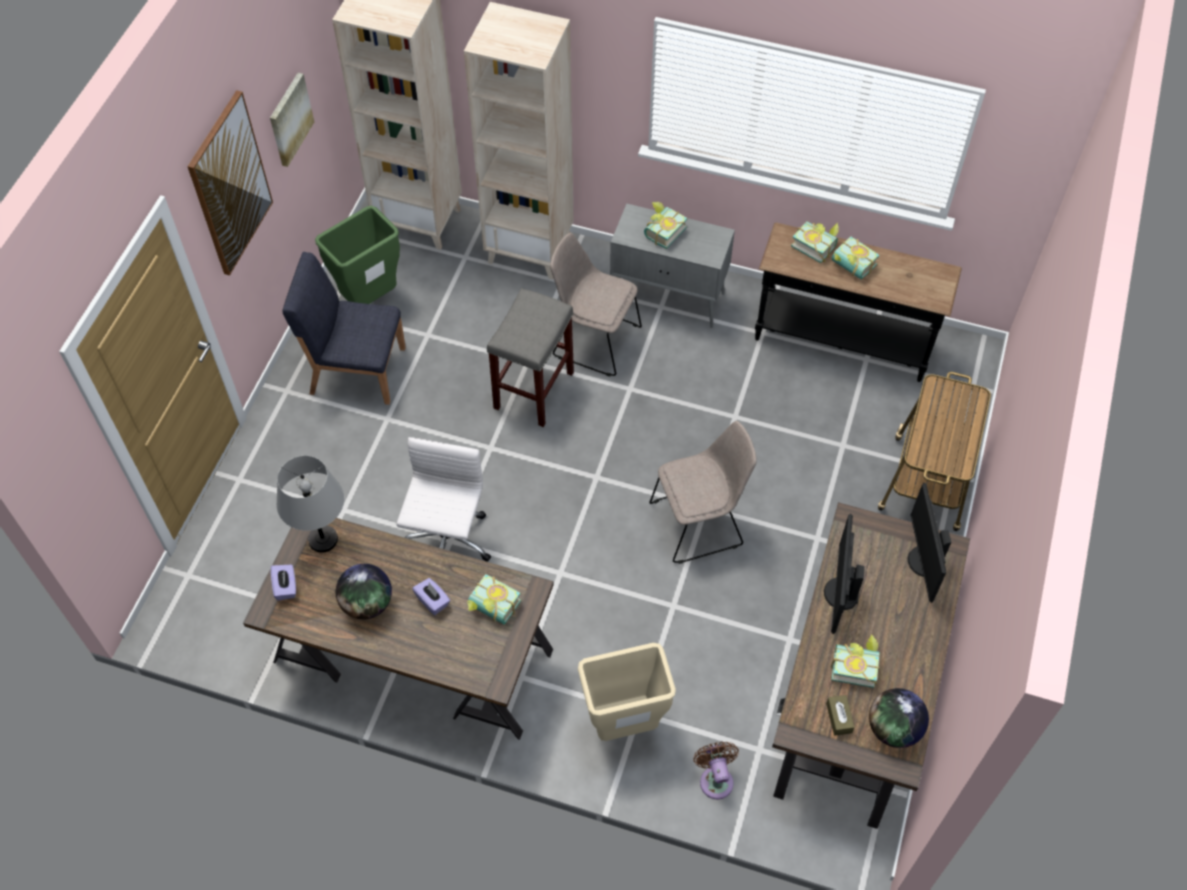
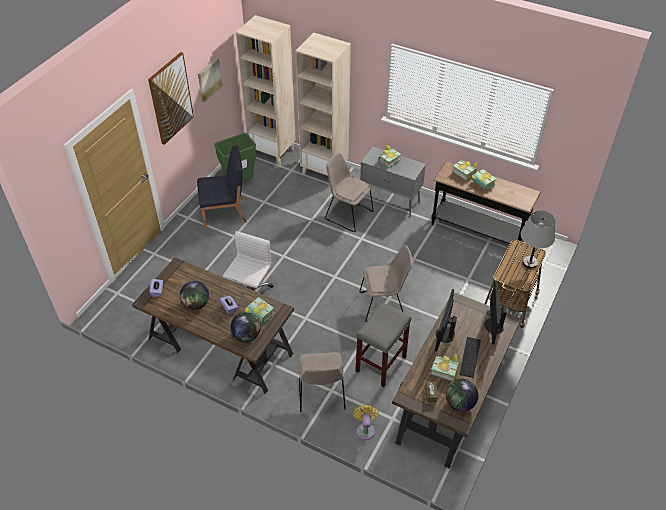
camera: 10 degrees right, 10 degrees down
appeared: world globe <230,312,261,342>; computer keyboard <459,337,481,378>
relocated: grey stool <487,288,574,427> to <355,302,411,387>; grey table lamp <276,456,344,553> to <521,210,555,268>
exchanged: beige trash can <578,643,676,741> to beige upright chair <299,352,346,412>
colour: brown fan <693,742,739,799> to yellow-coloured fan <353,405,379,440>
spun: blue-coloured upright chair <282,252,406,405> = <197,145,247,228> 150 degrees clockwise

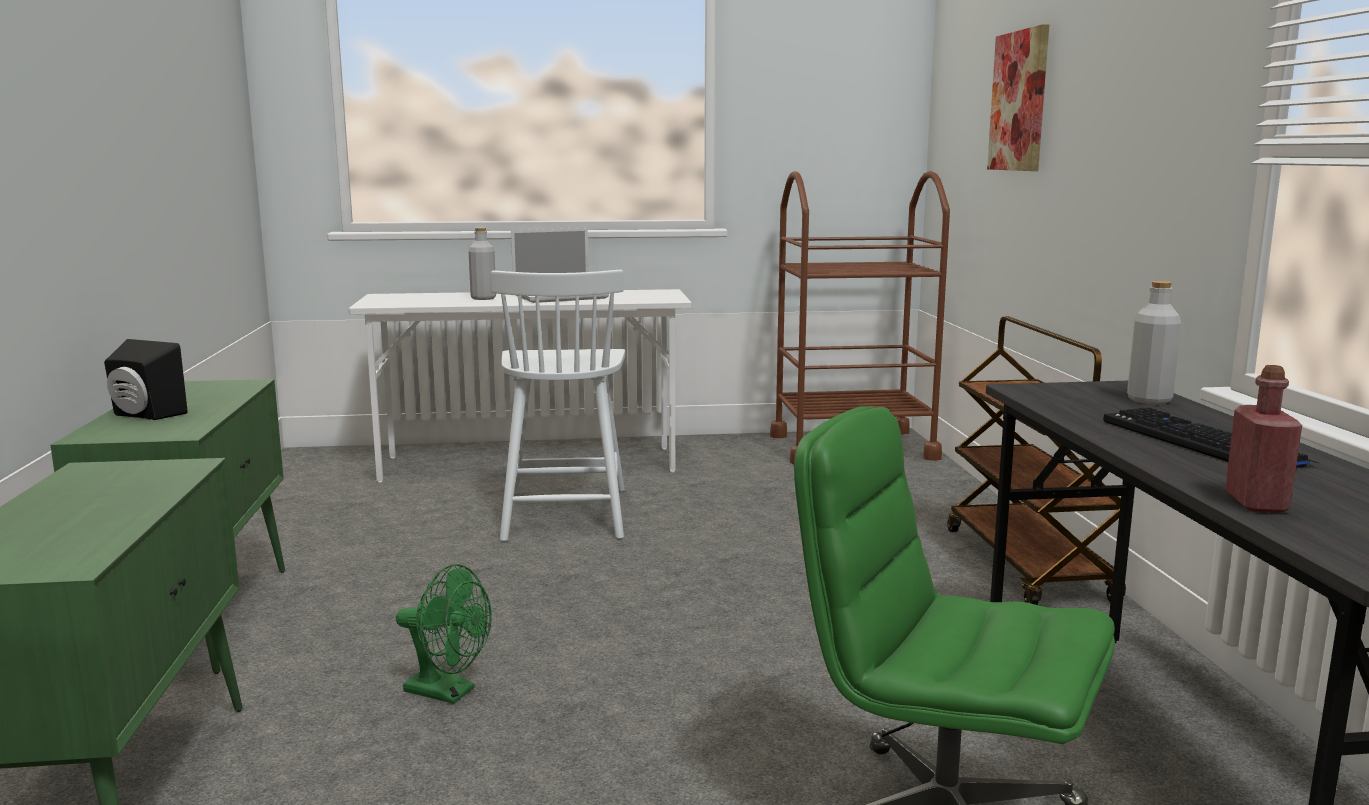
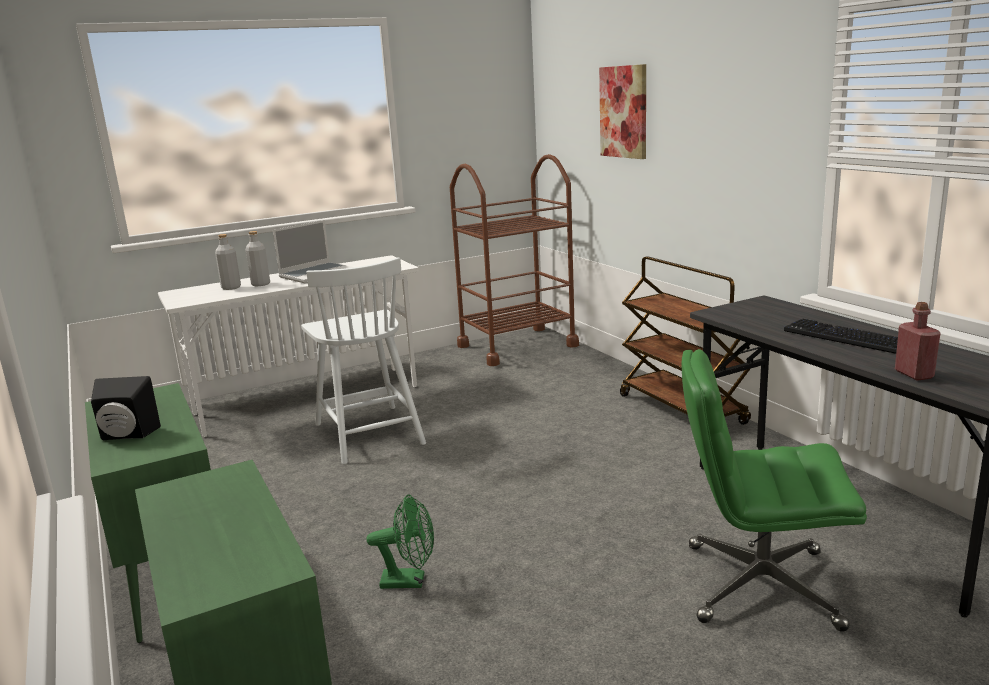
camera: 20 degrees left, 5 degrees up
relocated: grey bottle <1127,281,1181,404> to <215,234,241,290>

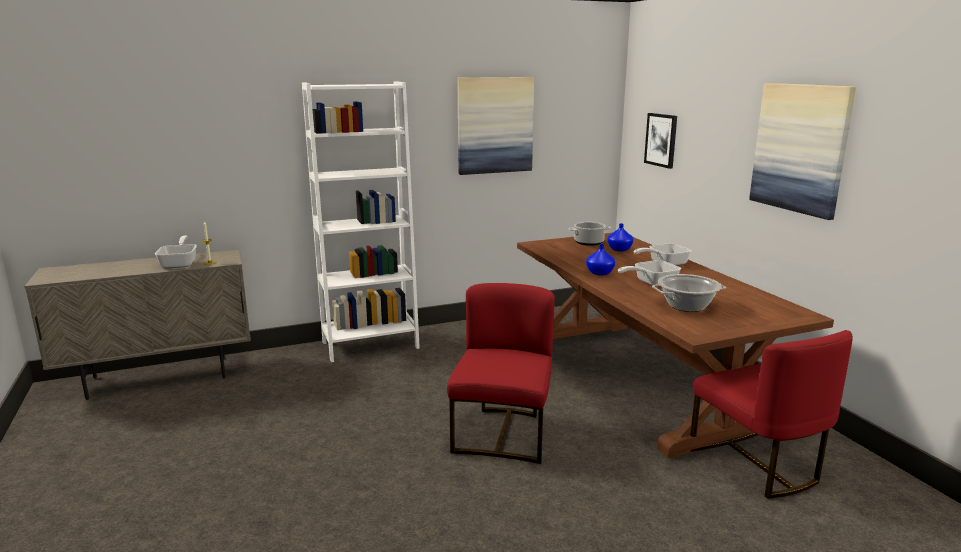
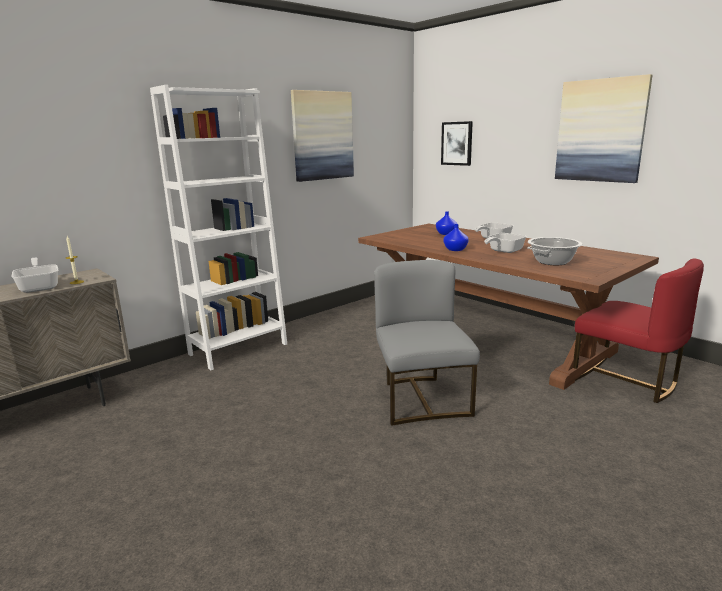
camera: 20 degrees left, 0 degrees up
missing: stockpot <568,222,611,246>
colour: reddish upright chair <447,283,555,464> to grey upright chair <374,260,480,426>

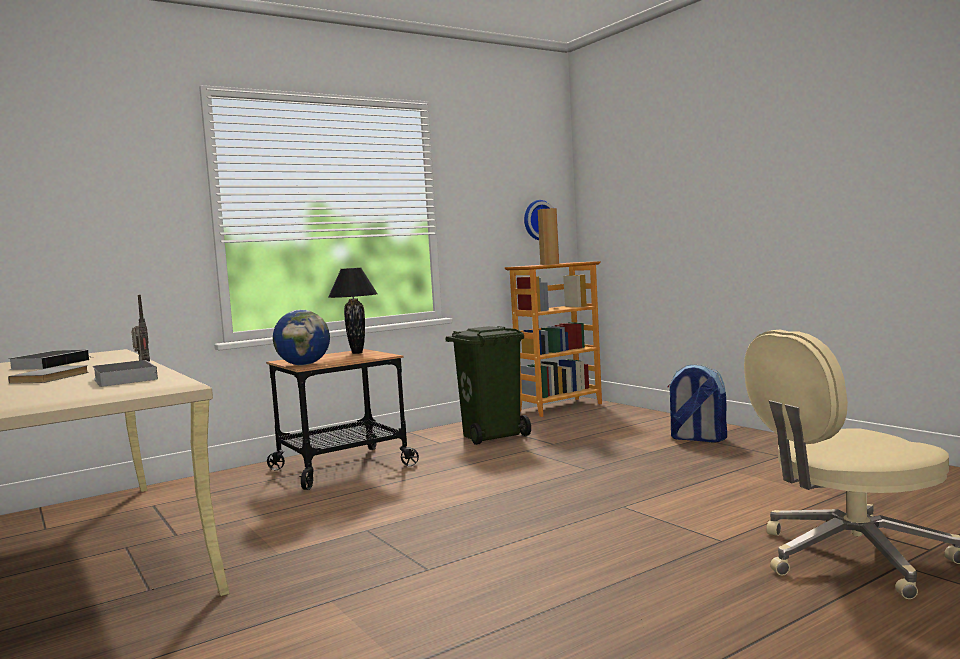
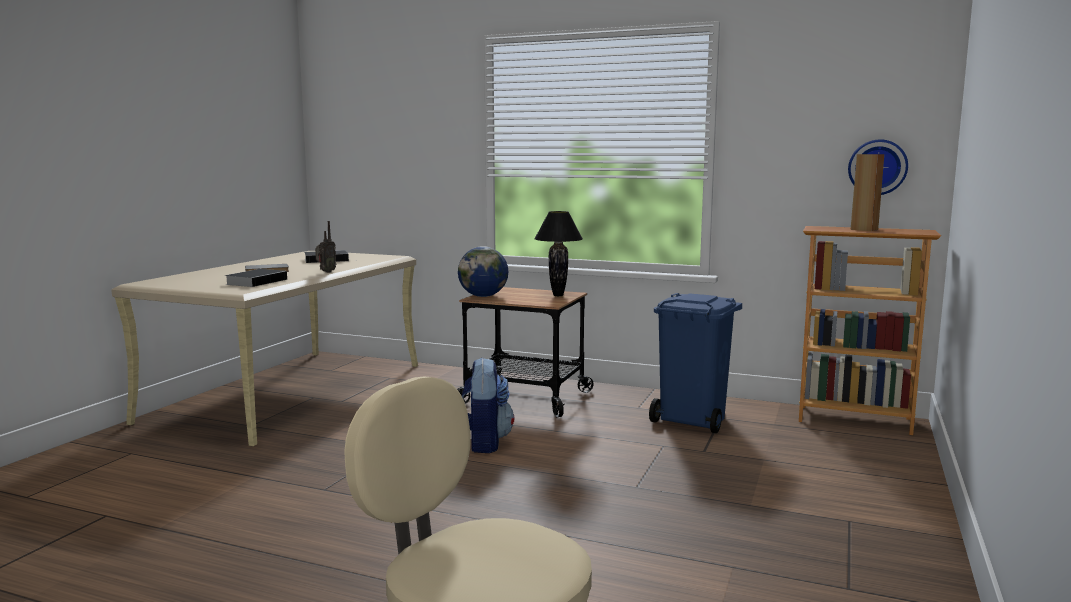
camera: 55 degrees right, 5 degrees up
relocated: backpack <668,364,727,443> to <462,358,514,453>
colour: greenish trash can <446,326,531,445> to blue-coloured trash can <649,293,742,433>

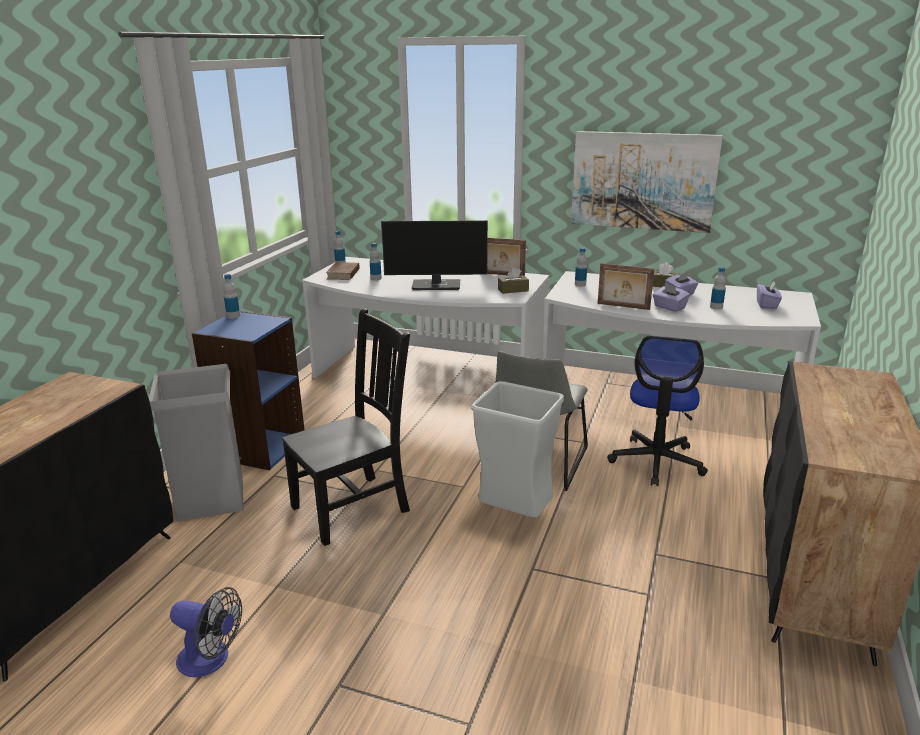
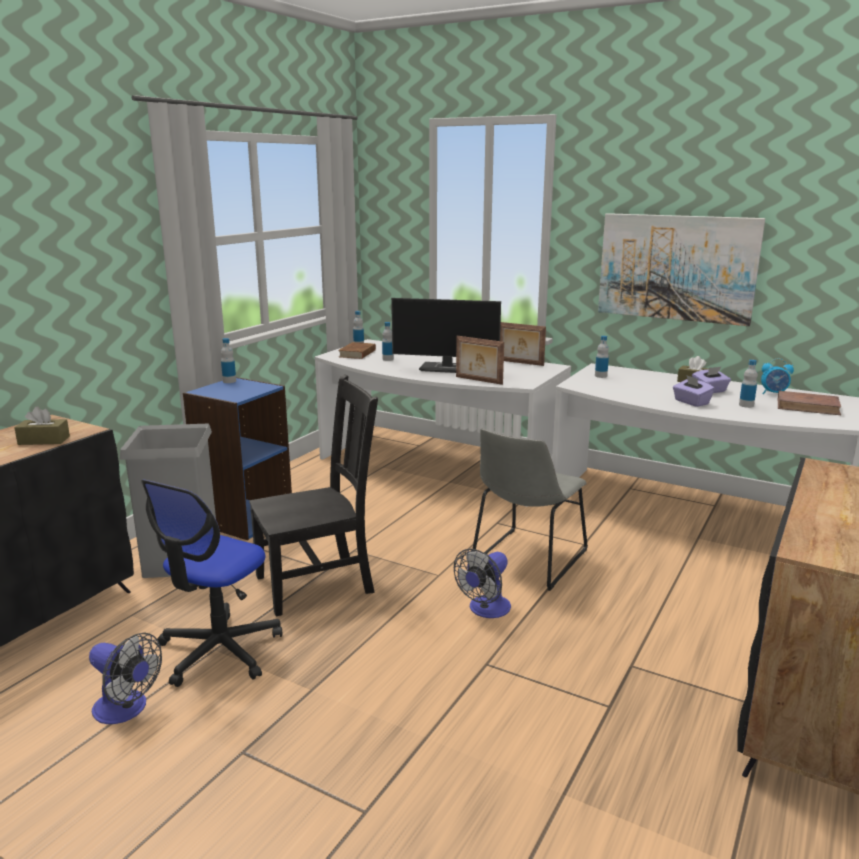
camera: 10 degrees right, 5 degrees down
appeared: bedside clock <761,358,794,394>
relocated: brown box of tissues <498,267,529,294> to <14,406,70,445>; office chair <607,336,708,486> to <141,480,282,687>; standing frame <598,263,654,310> to <456,336,504,385>
exchanged: grey trash can <471,381,564,517> to fan <454,549,511,618>; purple box of tissues <757,281,782,309> to brown book <778,391,841,415>

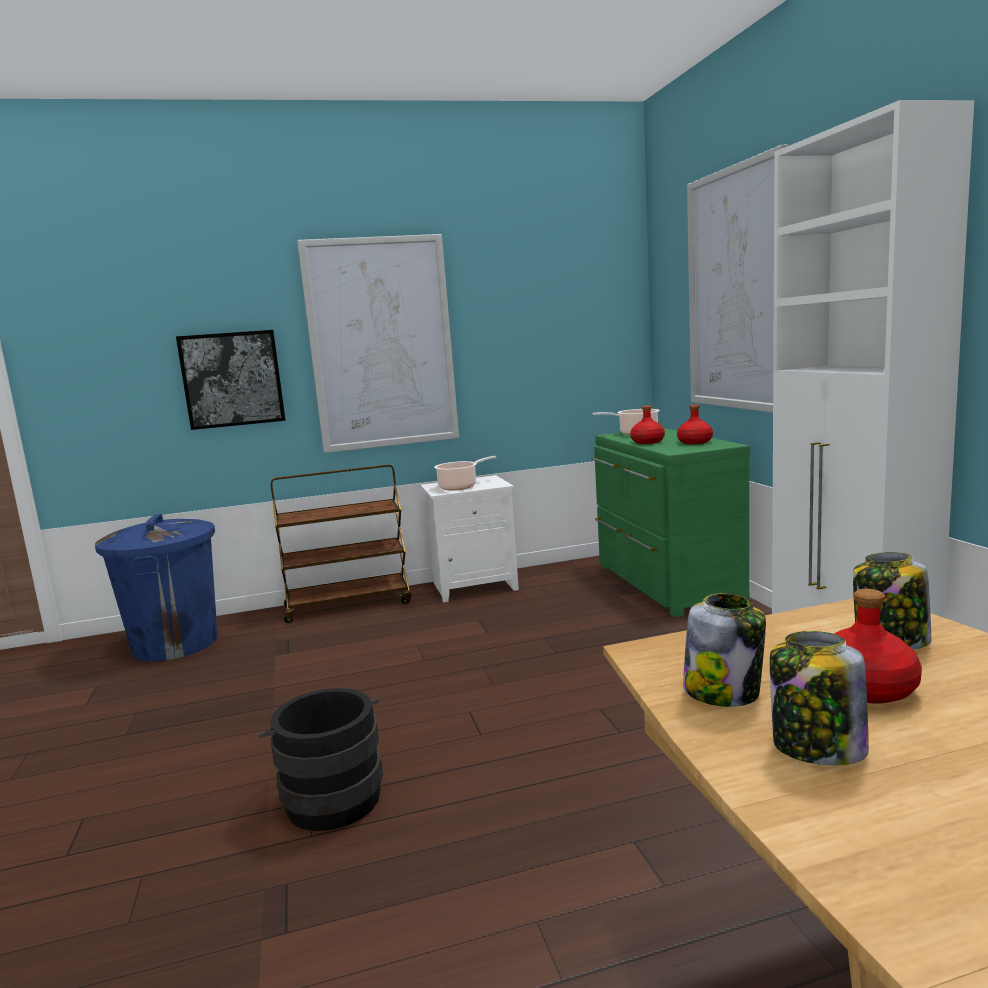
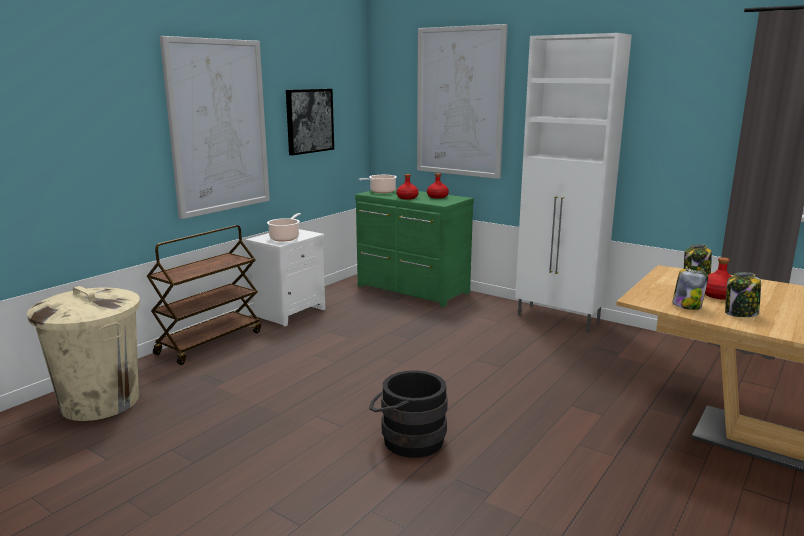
camera: 40 degrees left, 5 degrees up
relocated: wall art <176,330,286,430> to <286,89,334,155>
colour: blue-coloured trash can <95,514,218,662> to beige trash can <27,286,140,421>

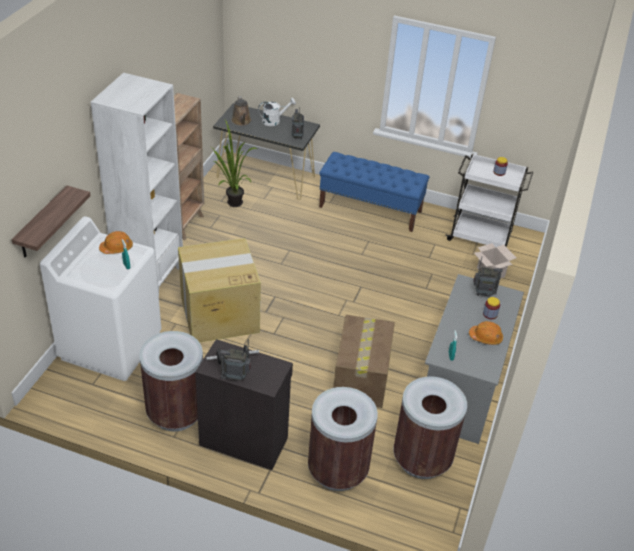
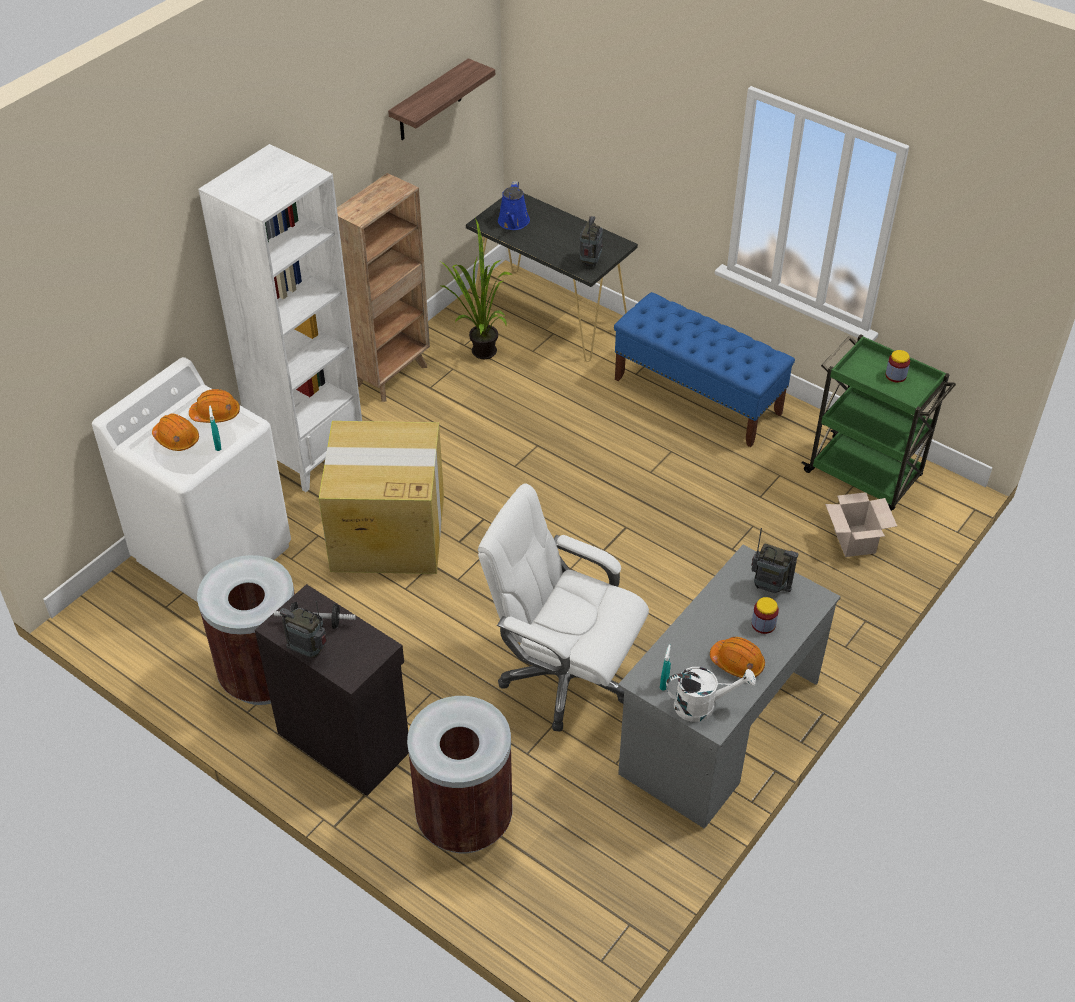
camera: 20 degrees right, 5 degrees up
missing: brown trash can <393,376,467,479>
appeared: orange-coloured hard hat <152,414,199,451>
relocated: shelf <12,185,91,257> to <388,58,495,140>; white-coloured watering can <258,98,296,126> to <666,667,756,722>
exchanged: cardboard box <333,315,395,408> to white-coloured office chair <478,483,649,732>
colour: brown watering can <232,96,251,126> to blue-coloured watering can <498,181,530,230>; white-coloured cart <445,153,533,247> to greenish cart <802,334,956,511>

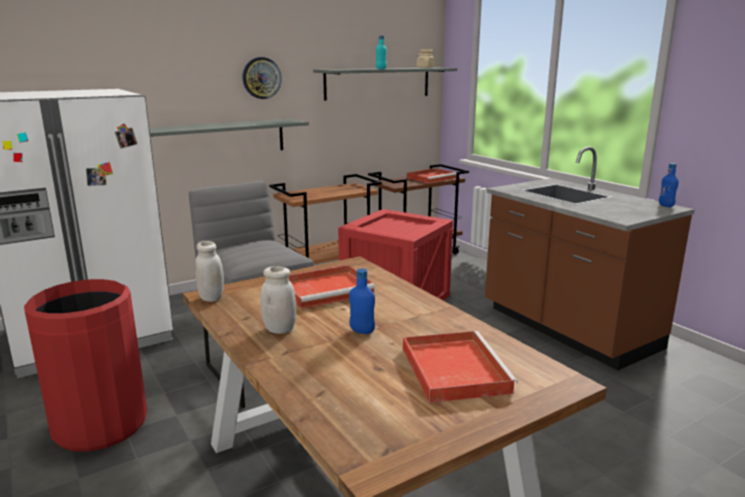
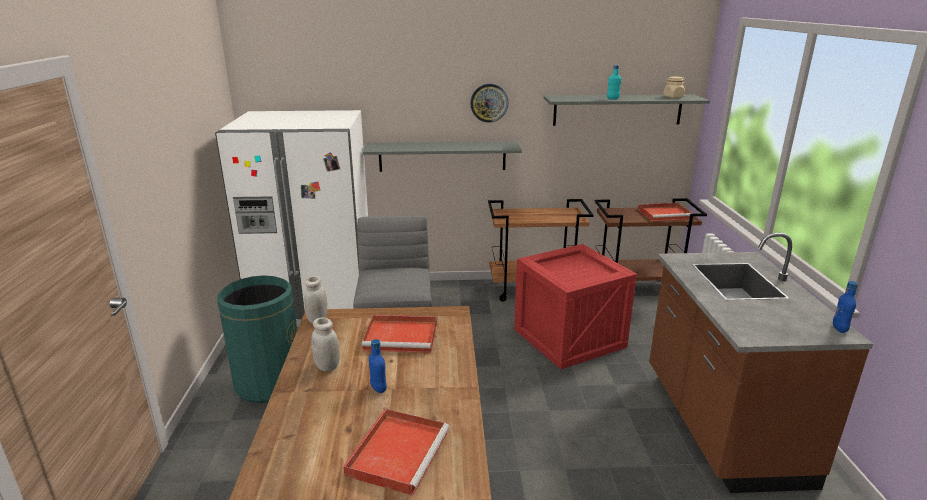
camera: 30 degrees right, 5 degrees up
colour: reddish trash can <24,279,147,452> to greenish trash can <217,276,297,403>

